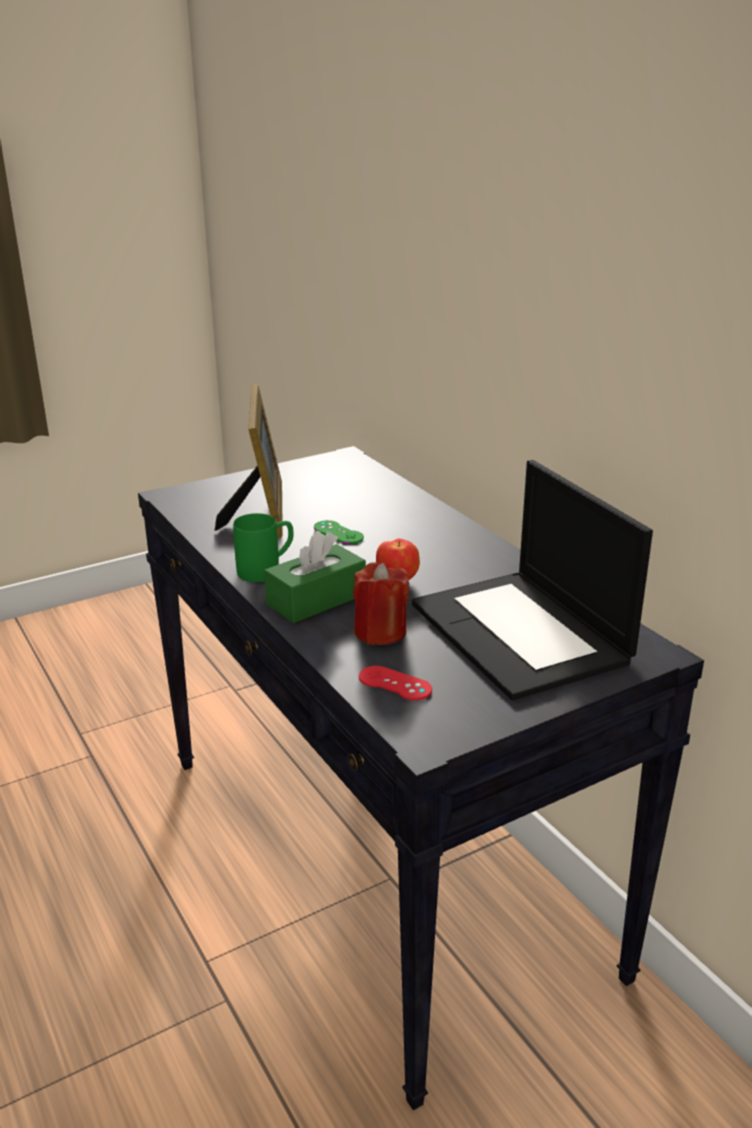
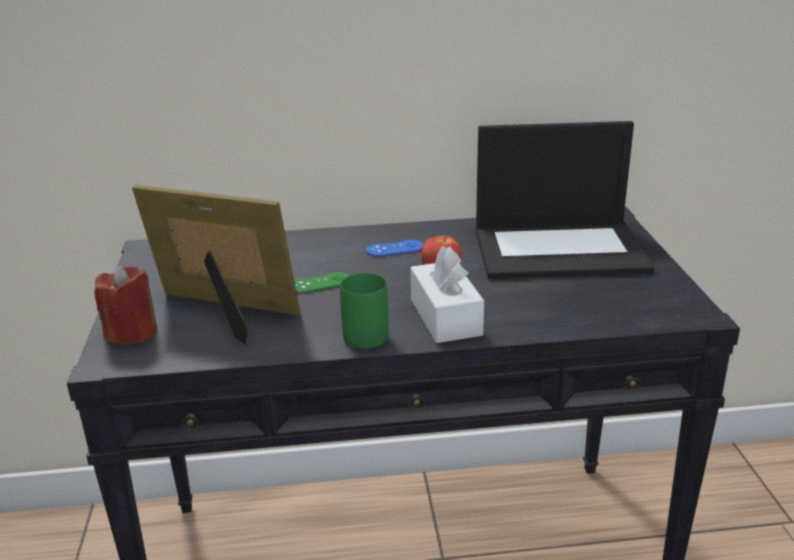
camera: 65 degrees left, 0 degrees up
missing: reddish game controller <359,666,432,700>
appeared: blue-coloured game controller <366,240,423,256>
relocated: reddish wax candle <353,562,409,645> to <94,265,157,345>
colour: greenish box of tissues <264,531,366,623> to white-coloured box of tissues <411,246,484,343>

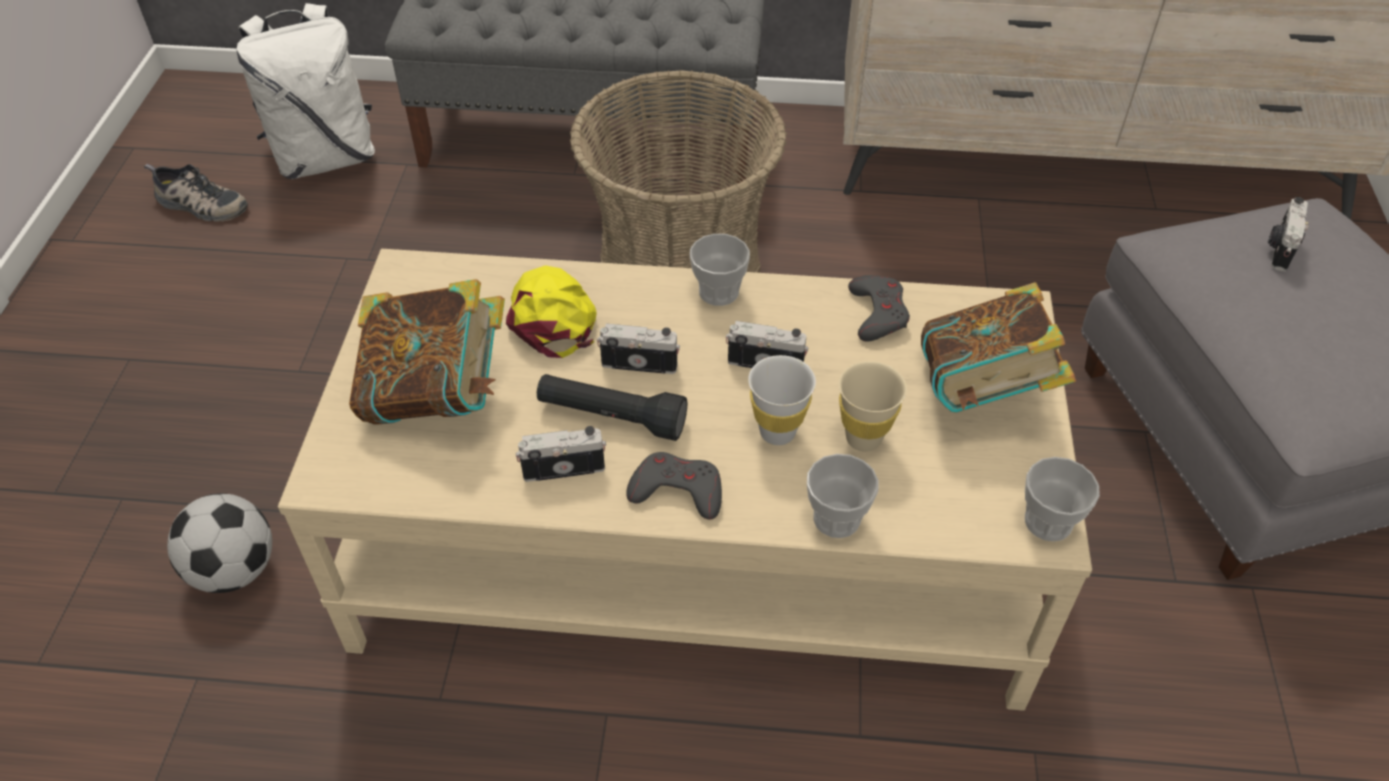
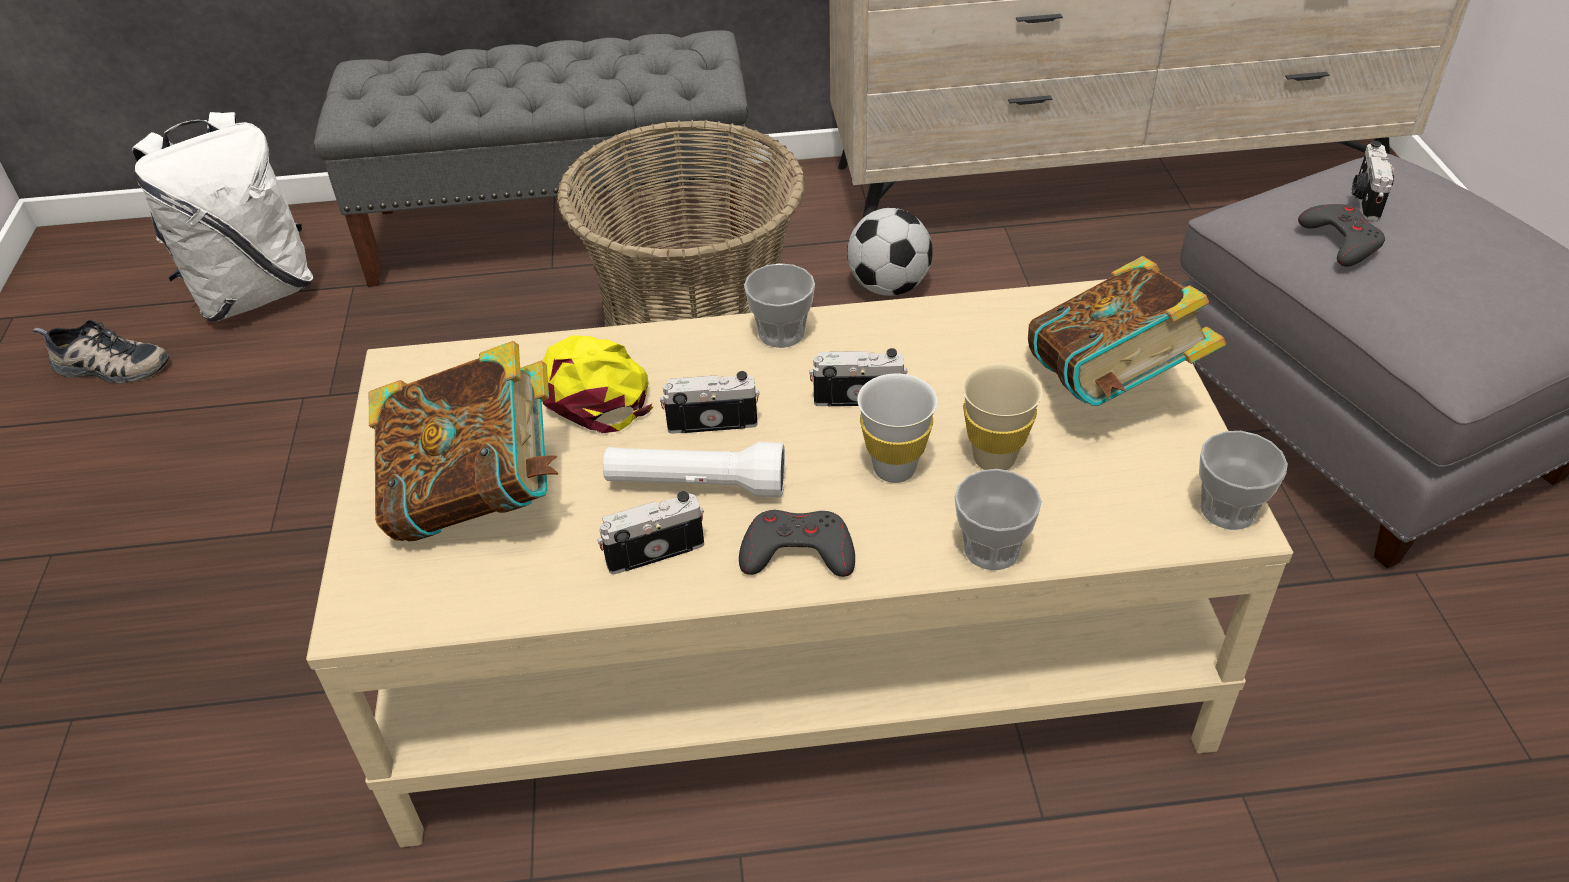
camera: 10 degrees left, 5 degrees down
relocated: football ball <167,493,272,593> to <847,208,933,296>; grey game controller <848,275,910,342> to <1298,204,1385,267>
colour: black hand torch <537,374,688,441> to white-coloured hand torch <603,442,785,497>

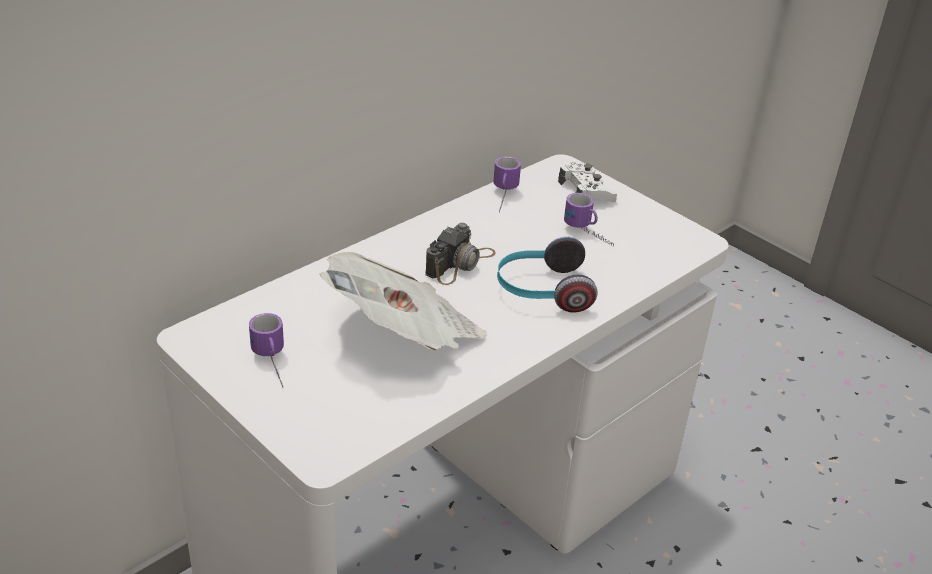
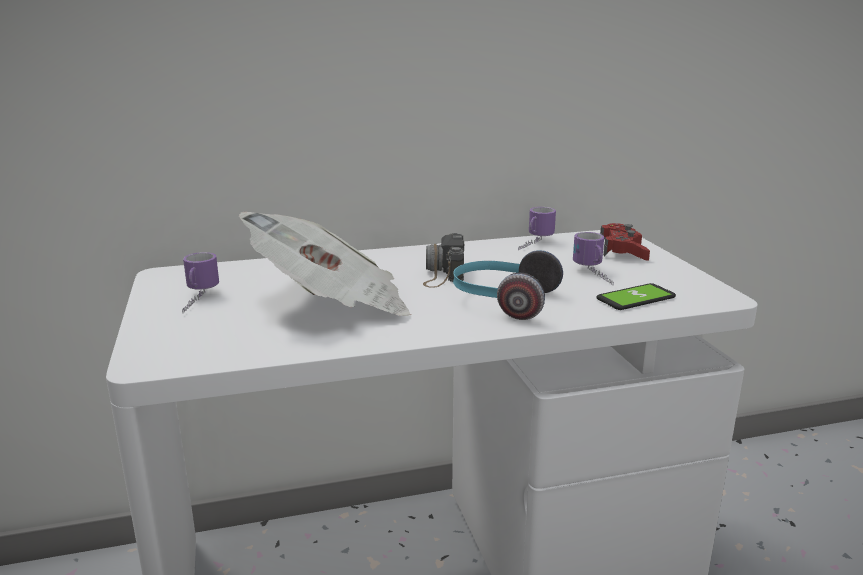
camera: 30 degrees right, 15 degrees down
appeared: telephone <597,283,676,310>
colour: white-coloured game controller <558,161,617,202> to reddish game controller <600,223,650,261>
spun: photo camera <425,223,496,285> = <423,233,464,287> 120 degrees clockwise

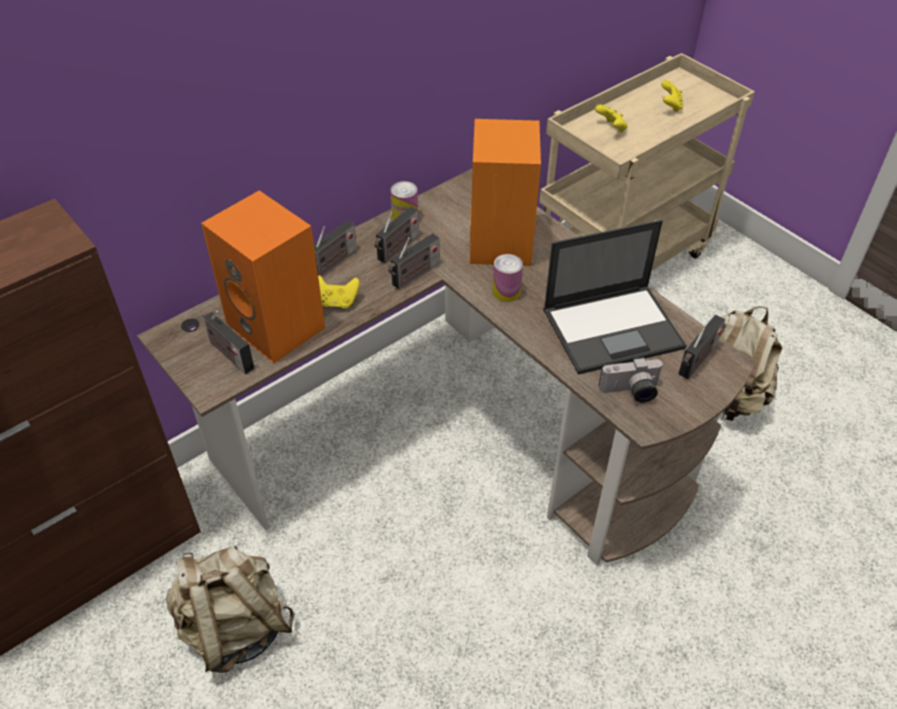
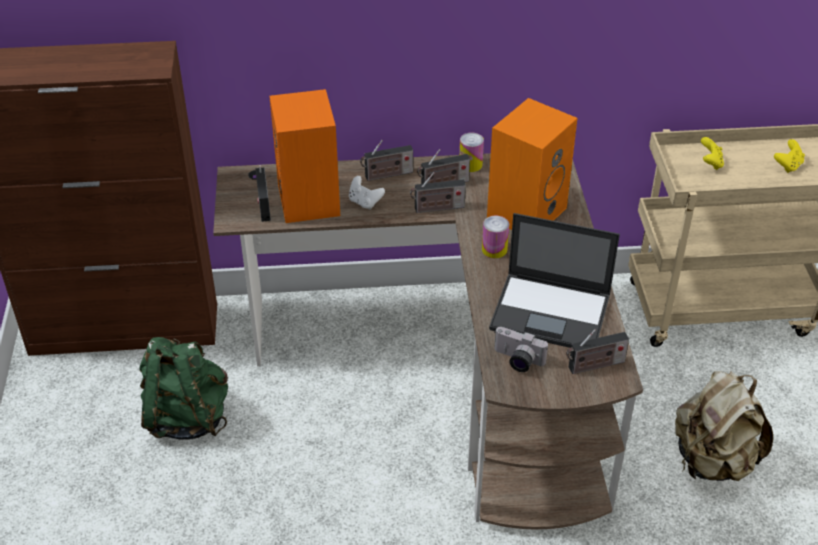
camera: 35 degrees right, 5 degrees down
colour: beige backpack <166,546,295,673> to greenish backpack <140,337,228,440>; yellow-coloured game controller <318,275,360,308> to white-coloured game controller <349,176,385,210>

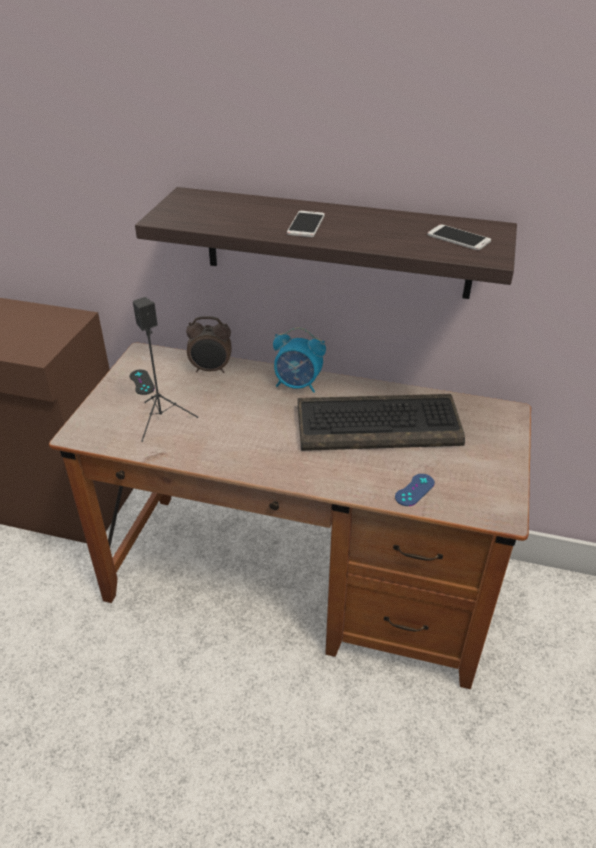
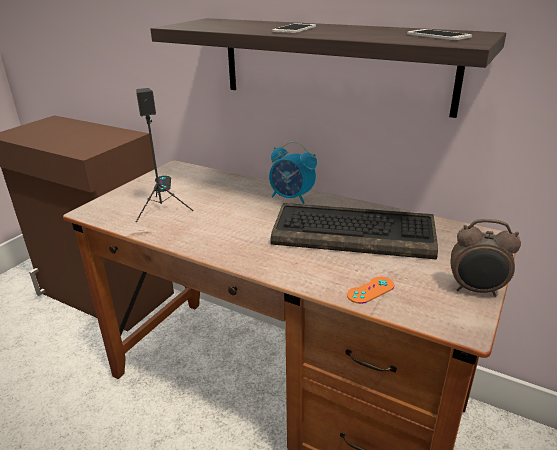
camera: 15 degrees right, 10 degrees down
relocated: bedside clock <186,316,232,373> to <450,219,521,297>
colour: blue-coloured game controller <395,474,435,506> to orange-coloured game controller <347,277,394,304>

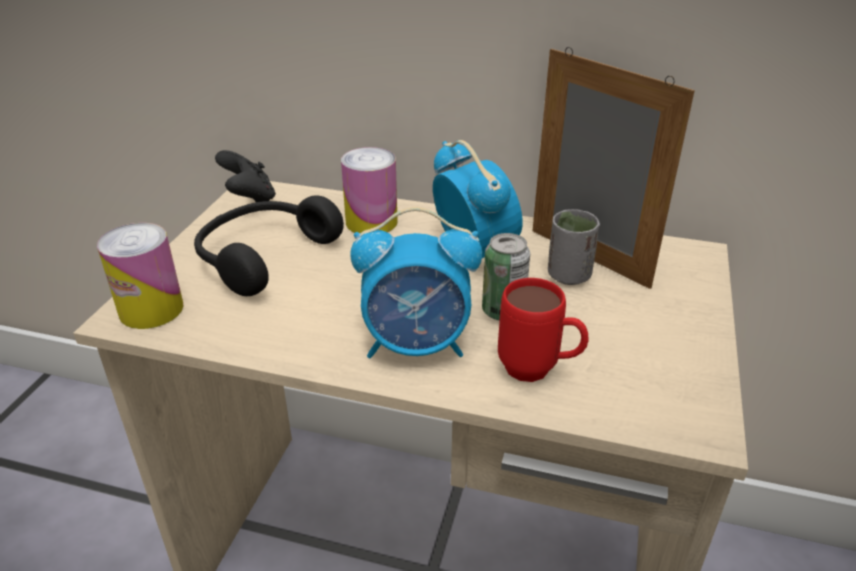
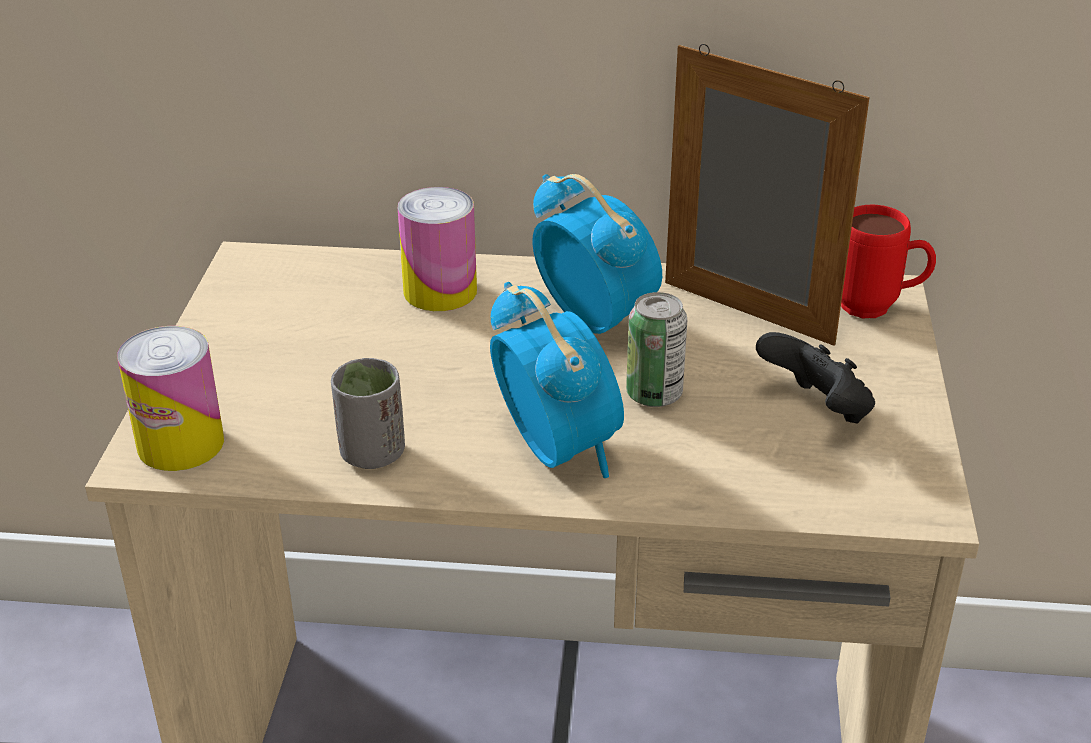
camera: 10 degrees left, 0 degrees up
missing: black headset <194,195,344,296>
relocated: grey cup <548,209,600,285> to <331,358,405,469>; black game controller <215,150,276,202> to <756,332,875,424>; reddish coffee mug <498,278,589,382> to <841,205,936,318>
spun: bedside clock <350,207,482,358> = <490,282,624,478> 105 degrees counterclockwise

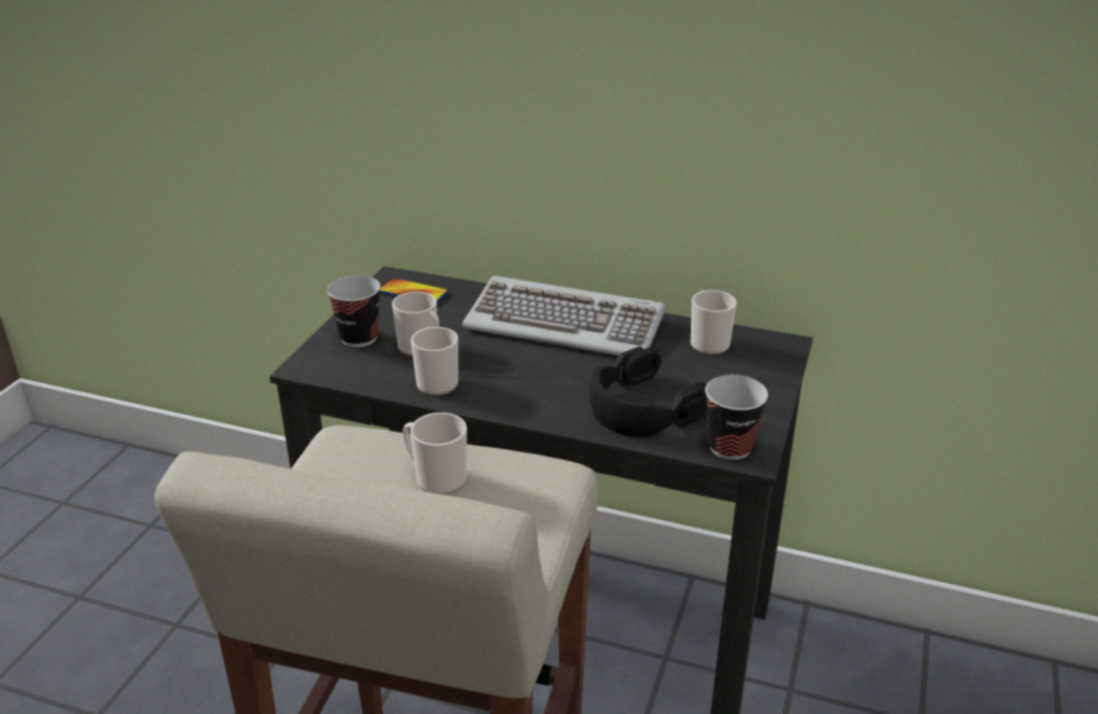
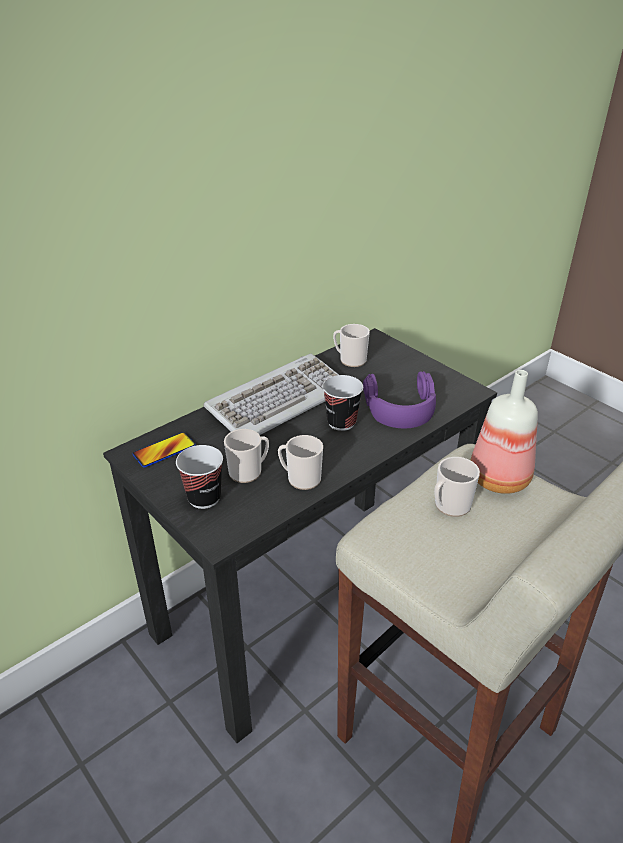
camera: 60 degrees left, 5 degrees up
appeared: bottle <471,370,538,494>
relocated: cup <705,375,768,460> to <323,375,363,431>
colour: black headset <590,347,707,438> to purple headset <363,371,436,428>

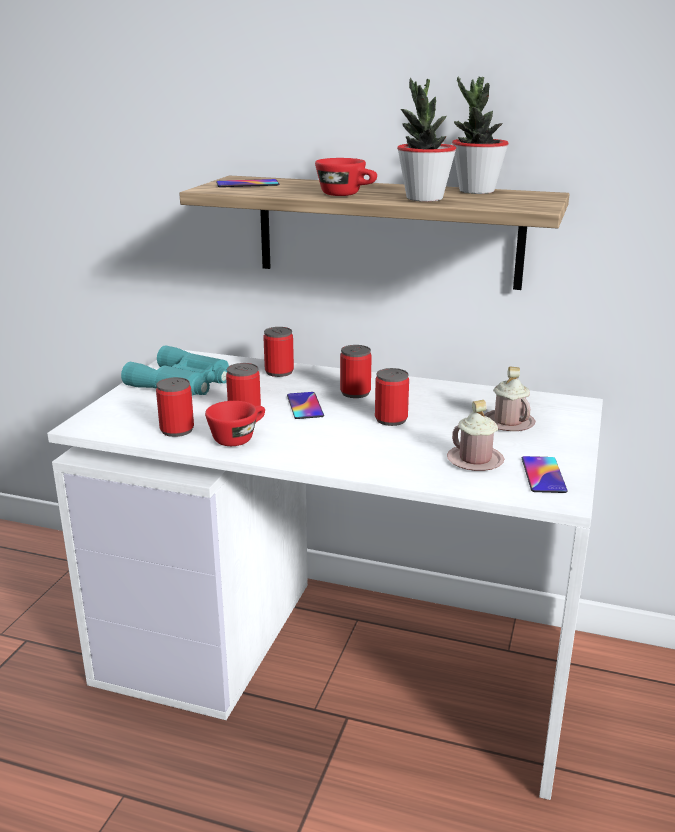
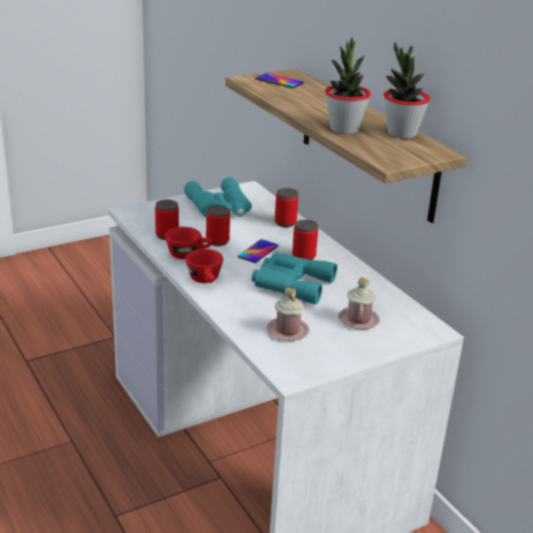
camera: 40 degrees right, 5 degrees up
missing: telephone <522,456,567,493>
relocated: reddish cup <315,158,377,196> to <186,249,223,283>
exchanged: can <375,368,409,426> to blue-green binoculars <252,252,337,304>

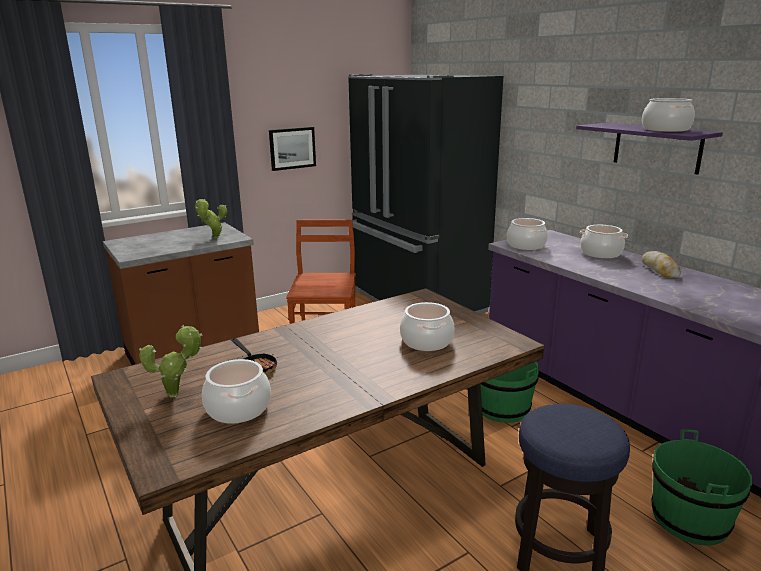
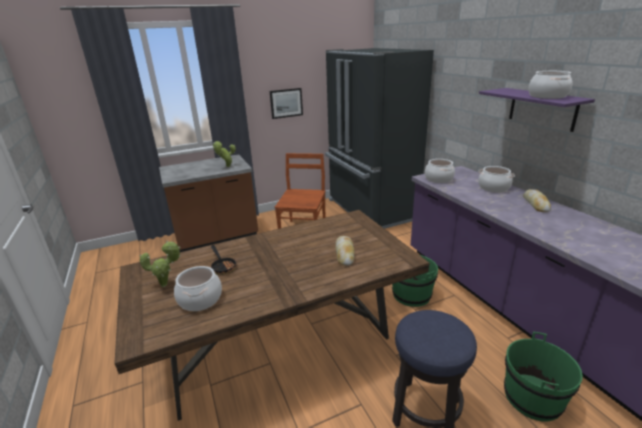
camera: 10 degrees right, 5 degrees up
exchanged: stockpot <400,302,454,351> to bakery bread <336,236,354,266>

